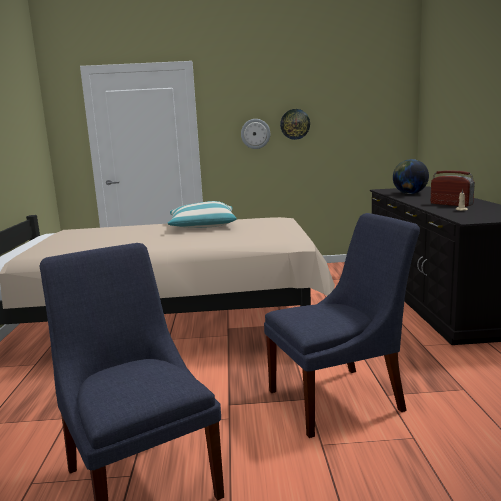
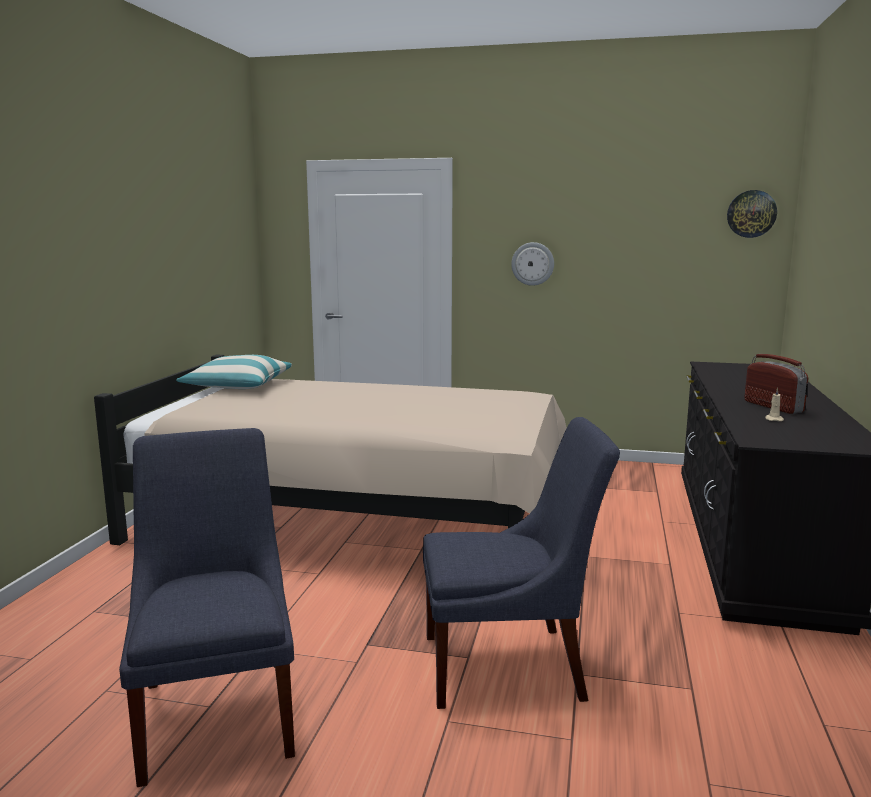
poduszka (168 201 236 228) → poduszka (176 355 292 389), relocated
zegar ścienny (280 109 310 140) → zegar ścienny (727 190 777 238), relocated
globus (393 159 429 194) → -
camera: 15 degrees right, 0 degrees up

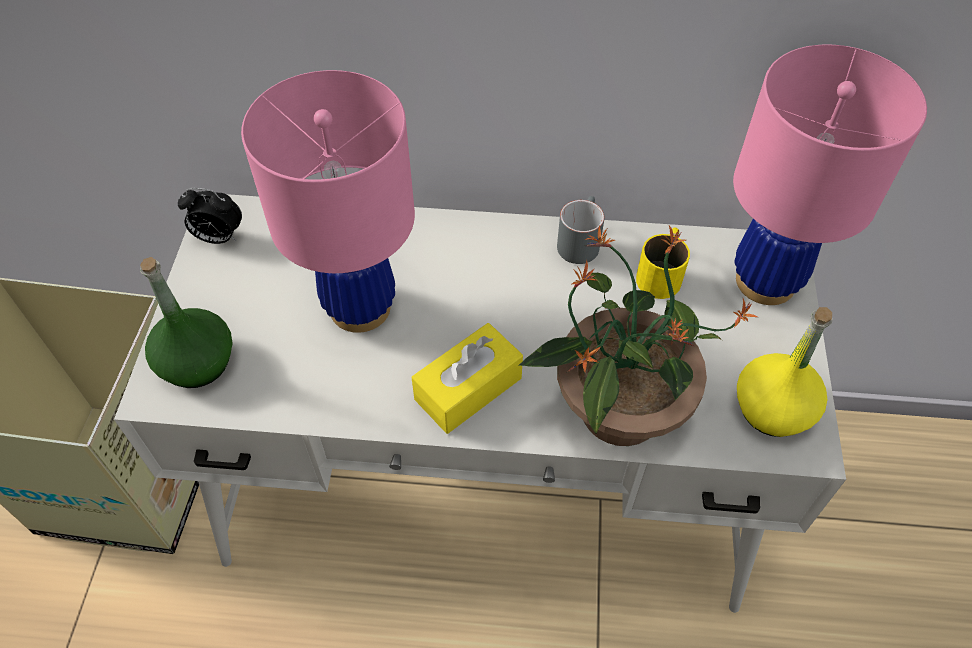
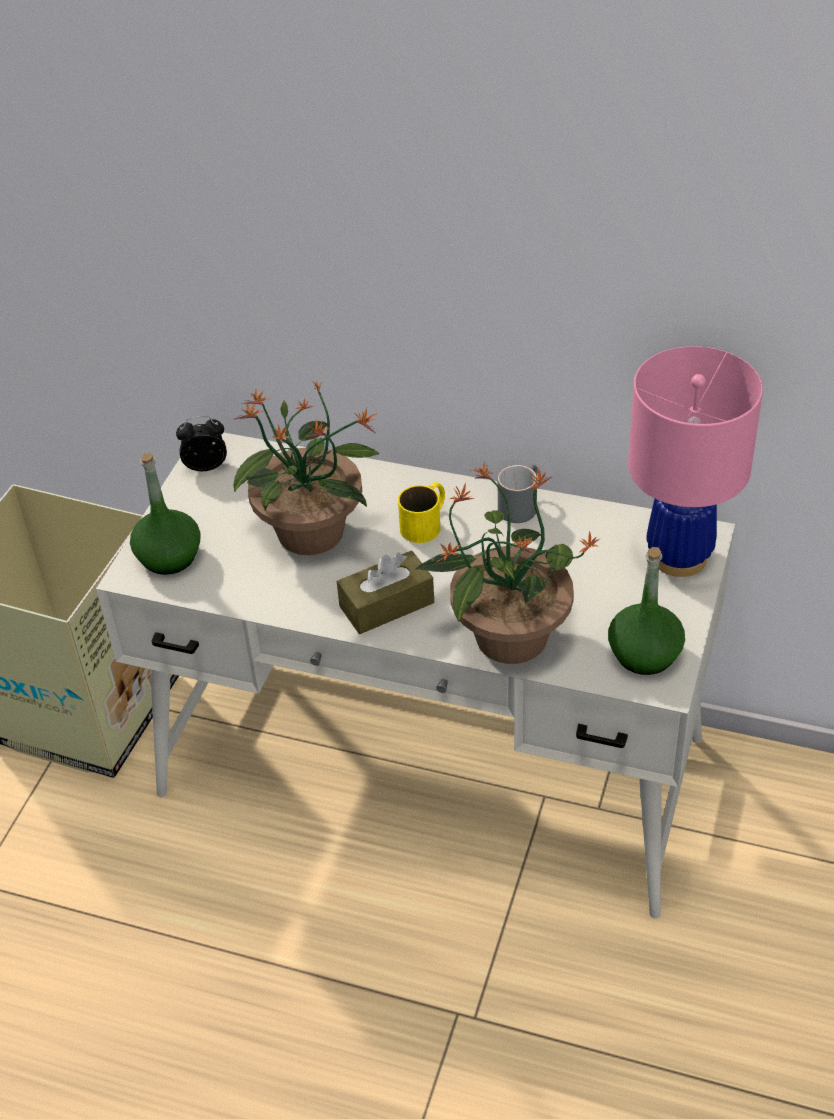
budzik (178 188 242 244) → budzik (176 416 227 471), 150 degrees clockwise
lampa stołowa/różowy (241 70 415 333) → roślina doniczkowa (233 381 380 555)
pudełko chusteczek/żółty (412 323 523 434) → pudełko chusteczek/brązowy (337 550 434 634)
kubek/żółty (636 228 690 299) → kubek/żółty (398 482 445 543), relocated
butelka/żółty (737 307 832 437) → butelka/zielony (608 547 685 675)
camera: 15 degrees right, 10 degrees down

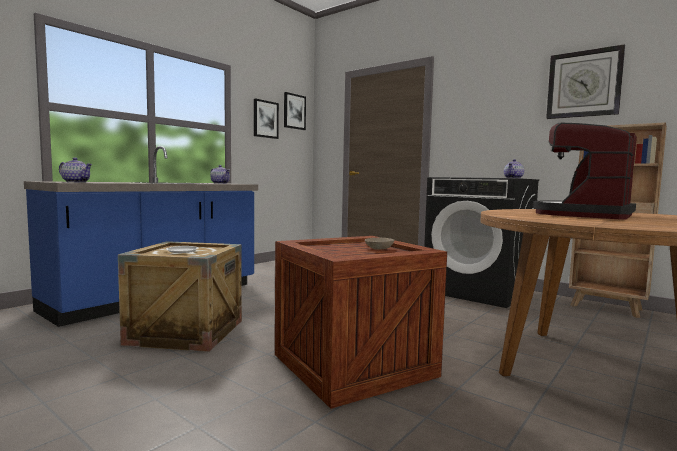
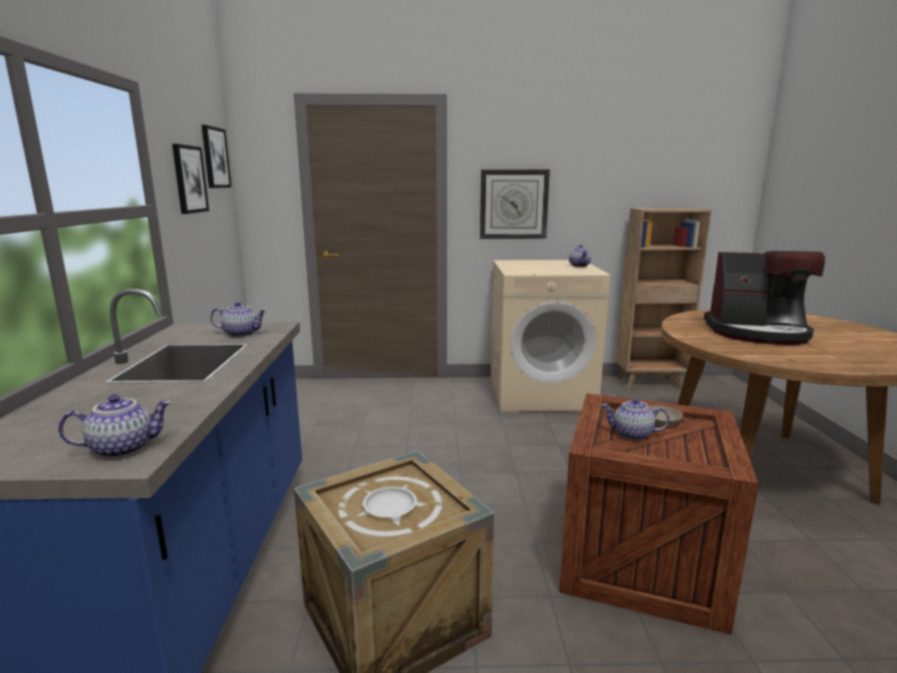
pralka/czarny (424 177 539 308) → pralka/beżowy (491 260 610 412)
ekspres do kawy (533 123 637 219) → ekspres do kawy (704 251 825 345), 75 degrees counterclockwise
zegar ścienny (546 44 625 119) → zegar ścienny (480 170 550 239), relocated
- → imbryk (601 398 670 440)
camera: 40 degrees left, 10 degrees up

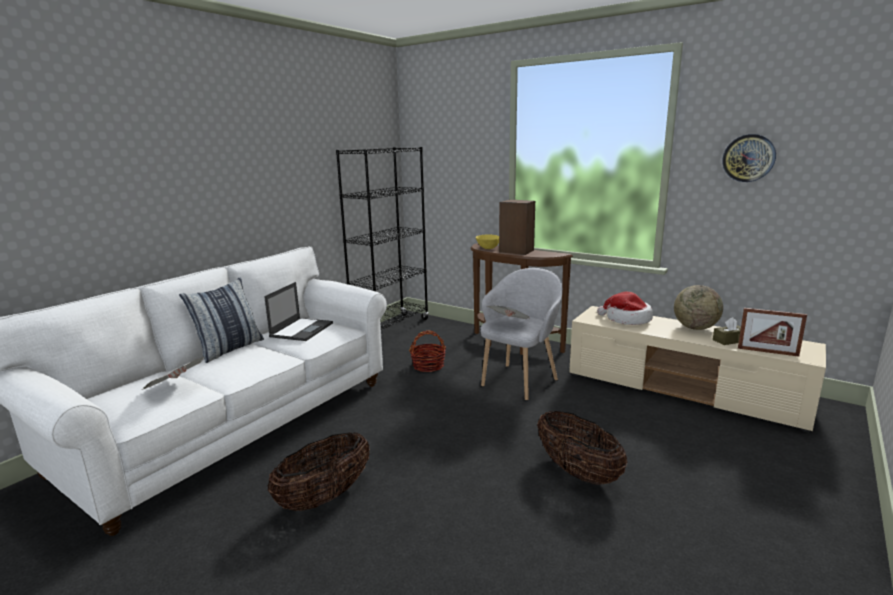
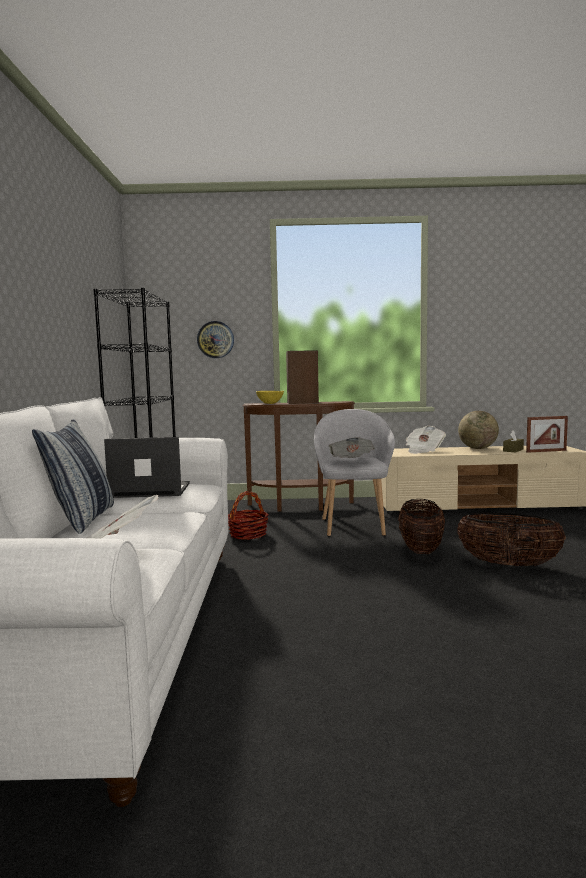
laptop (264 282 333 341) → laptop (104 437 190 498), 75 degrees counterclockwise
koszyk (268 432 370 511) → koszyk (398 499 445 554), relocated
kapelusz (597 292 653 325) → gazeta (406 426 446 454)
zegar ścienny (722 134 776 182) → zegar ścienny (197 321 234 358), relocated
camera: 35 degrees left, 10 degrees down

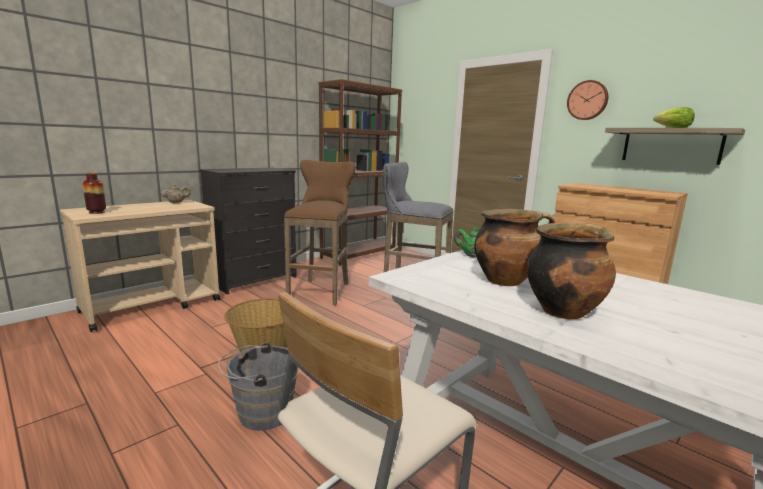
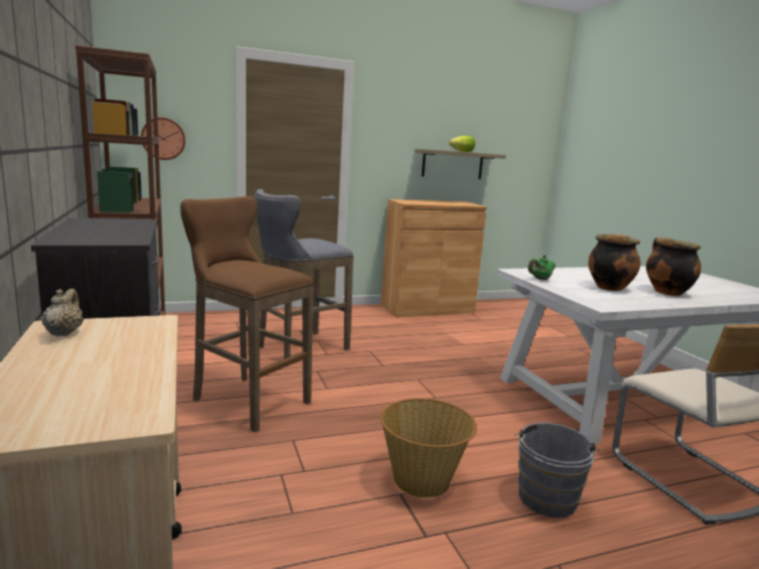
wazon (83 173 106 214) → -
zegar ścienny (567 80 608 120) → zegar ścienny (141 117 185 160), relocated
camera: 65 degrees left, 0 degrees up

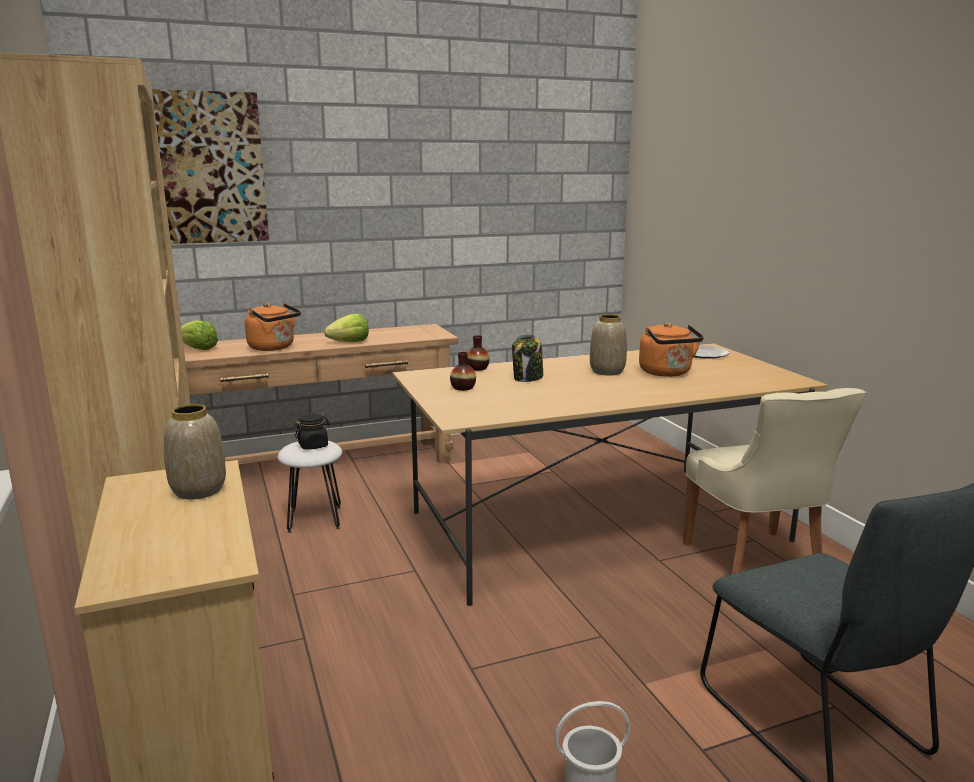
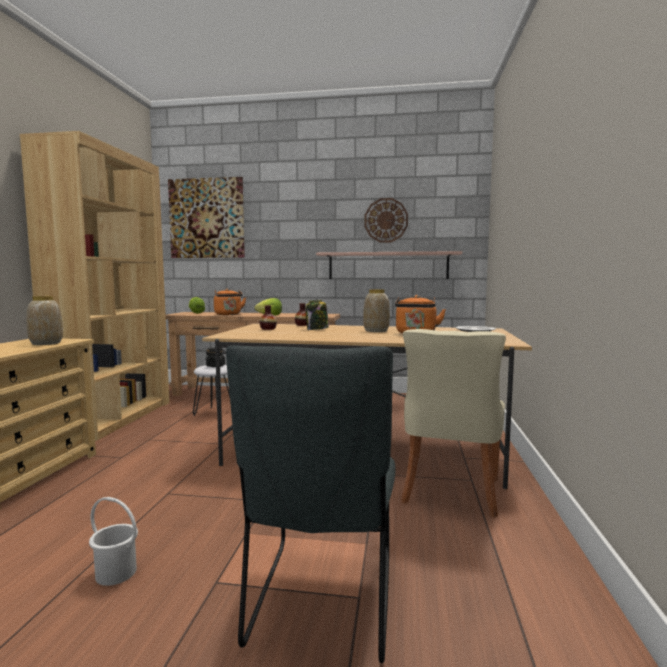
- → półka (316 251 462 279)
- → zegar ścienny (364 198 408 243)
camera: 30 degrees right, 10 degrees down

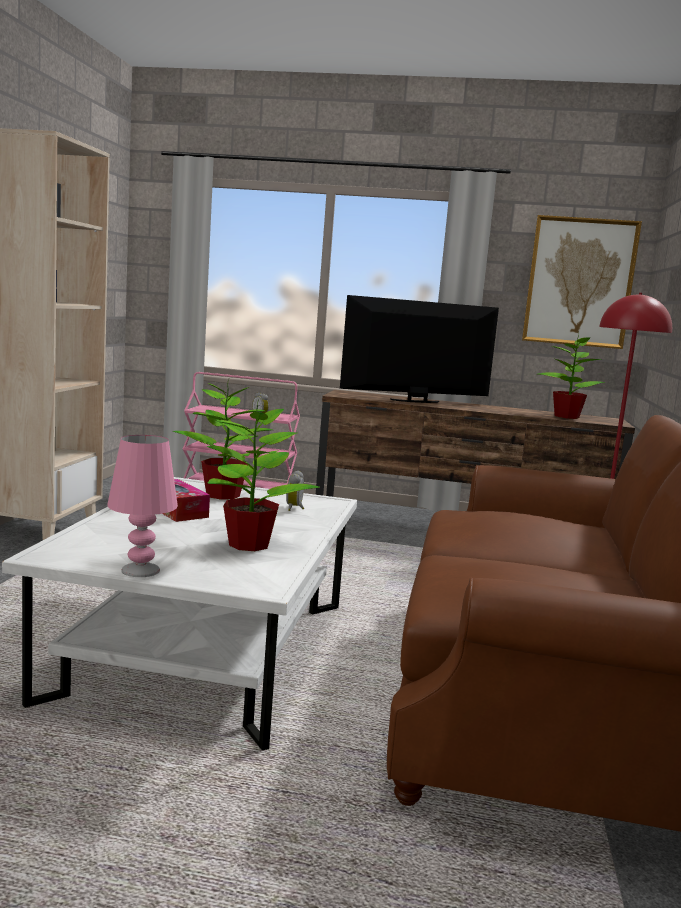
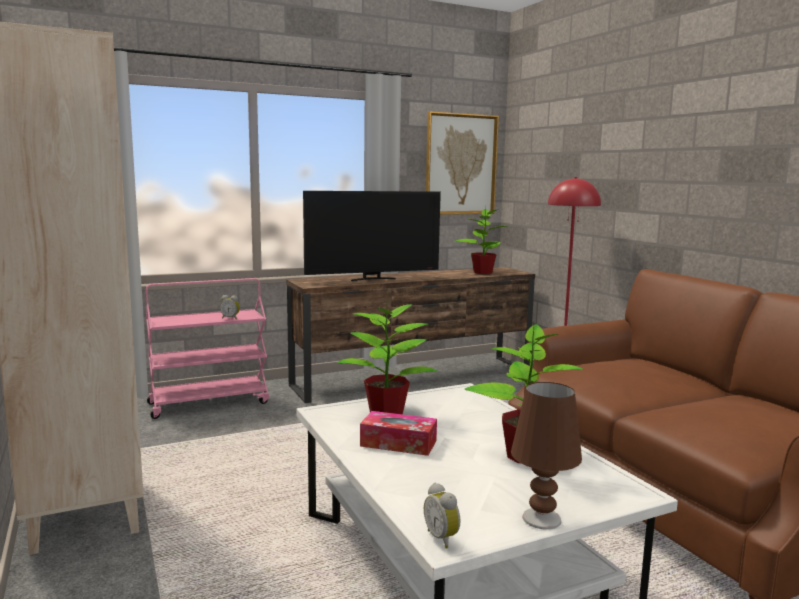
lampa stołowa/różowy (107 435 178 577) → lampa stołowa/brązowy (511 382 582 530)
budzik (286 471 304 511) → budzik (424 483 460 548), relocated
telewizor (340 295 499 403) → telewizor (303 191 441 281), 150 degrees counterclockwise
camera: 35 degrees left, 0 degrees up

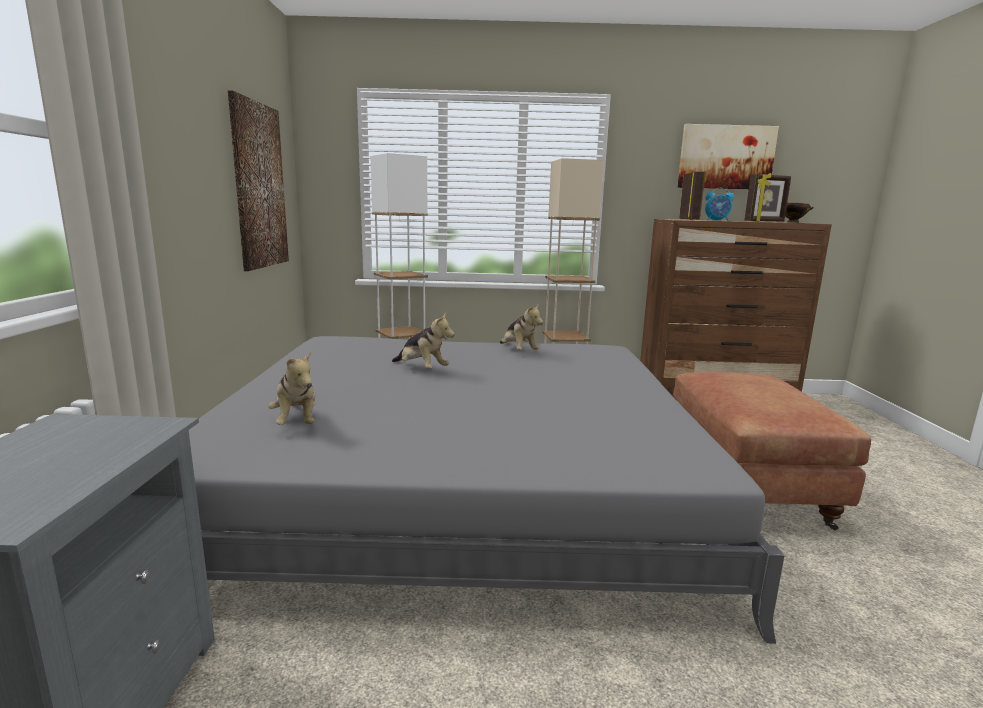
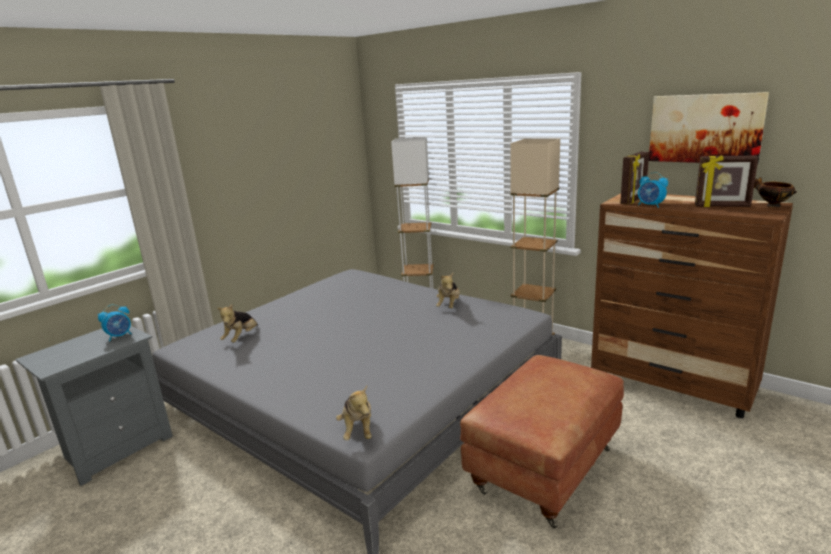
obraz (228 90 289 271) → -
pluszak (392 312 455 368) → pluszak (336 386 372 441), relocated
- → budzik (98 305 132 342)
camera: 40 degrees right, 5 degrees up

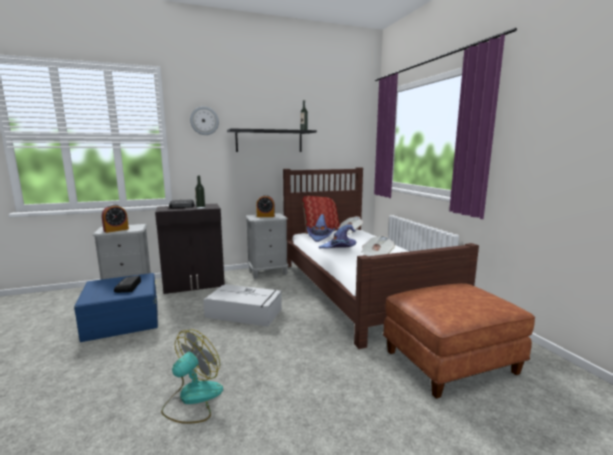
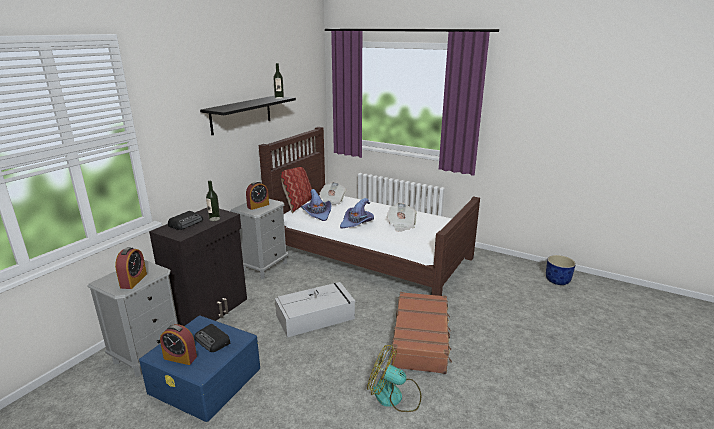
wentylator (161 329 223 424) → wentylator (367 345 421 412), 60 degrees counterclockwise
zegar ścienny (190 106 219 135) → -
pufa/brązowy (383 283 535 399) → -
- → budzik (160 324 197 365)
- → walizka/brązowy (391 292 452 374)
- → donica/niebieski (546 255 576 285)
camera: 40 degrees left, 10 degrees up

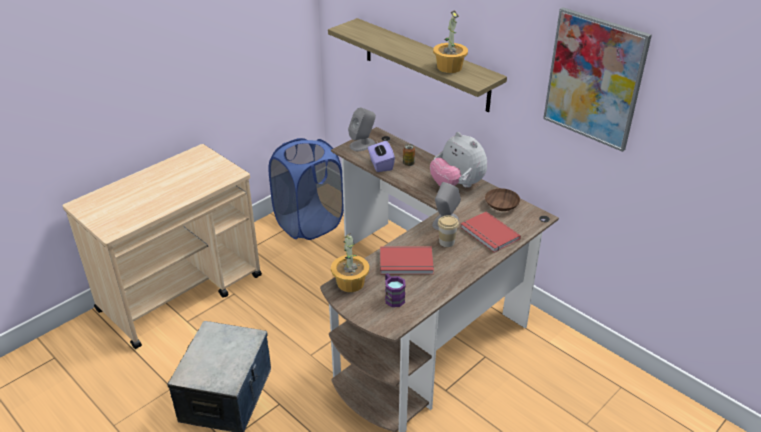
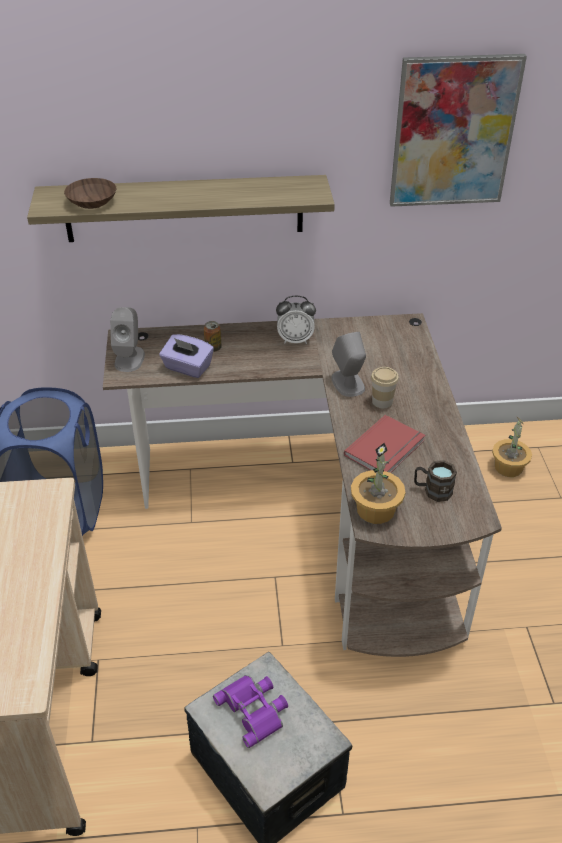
kubek/fioletowy (385 274 406 307) → kubek/brązowy (414 460 457 502)
pluszak (430 132 487 188) → budzik (276 296 316 344)
roślina doniczkowa (433 10 468 73) → roślina doniczkowa (492 416 532 477), relocated
książka/czerwony (460 212 521 253) → -
miska/brązowy (485 188 520 211) → miska/brązowy (64 178 117 209), relocated
- → lornetka/fioletowy (213 675 288 748)
camera: 50 degrees left, 5 degrees up

